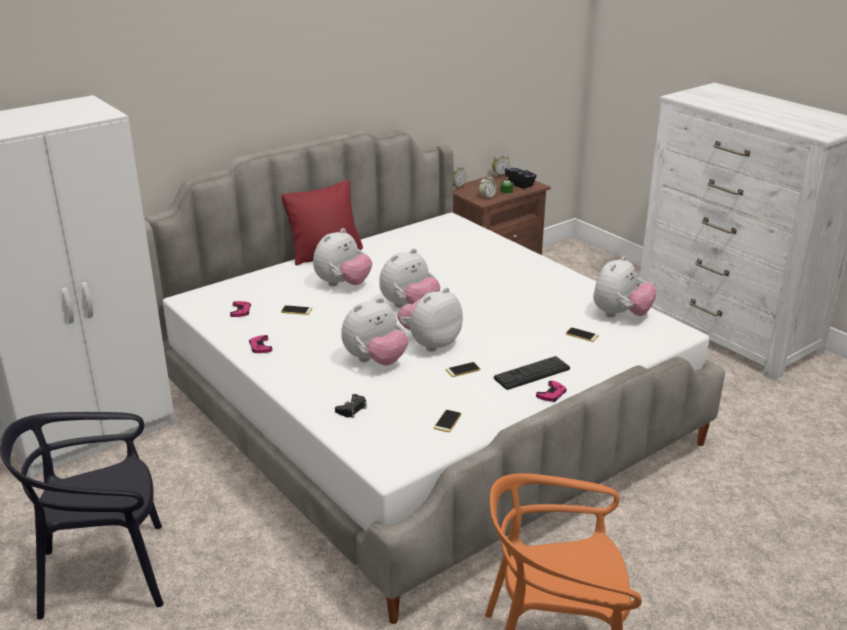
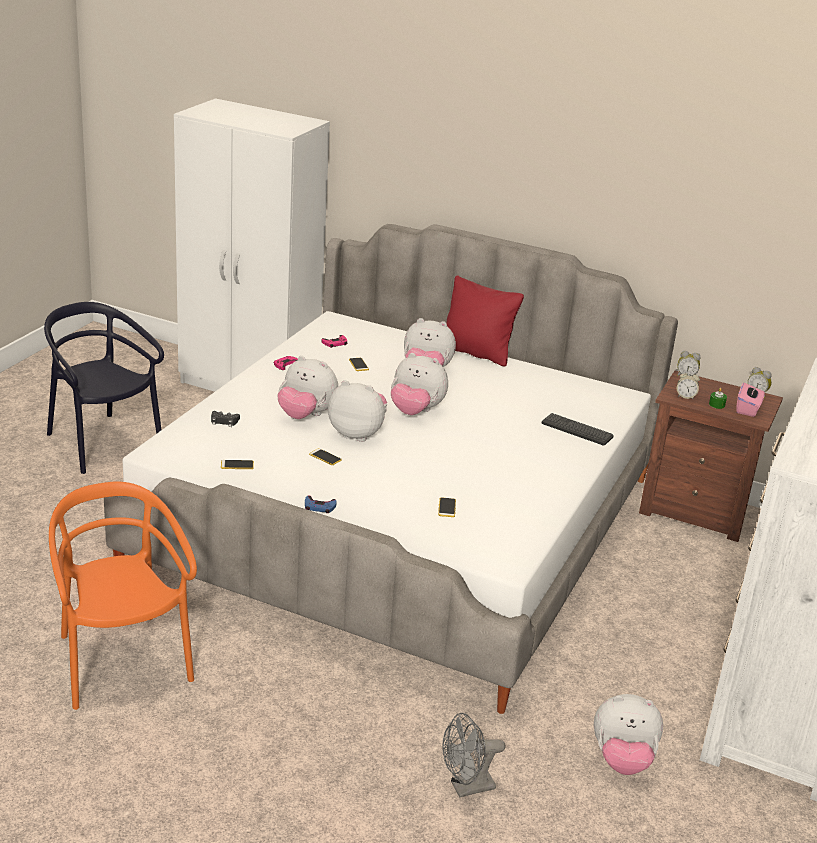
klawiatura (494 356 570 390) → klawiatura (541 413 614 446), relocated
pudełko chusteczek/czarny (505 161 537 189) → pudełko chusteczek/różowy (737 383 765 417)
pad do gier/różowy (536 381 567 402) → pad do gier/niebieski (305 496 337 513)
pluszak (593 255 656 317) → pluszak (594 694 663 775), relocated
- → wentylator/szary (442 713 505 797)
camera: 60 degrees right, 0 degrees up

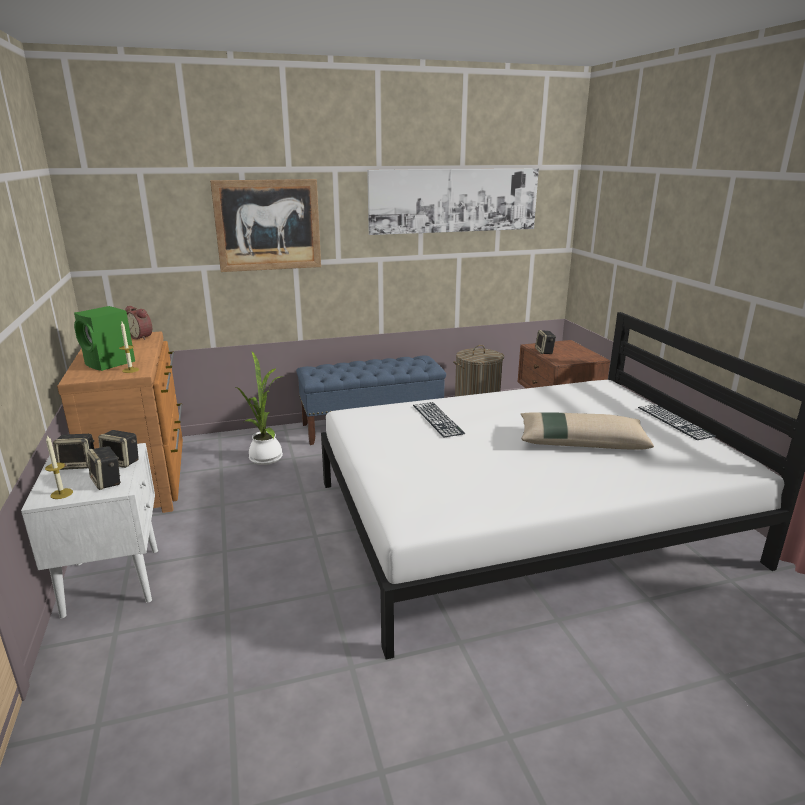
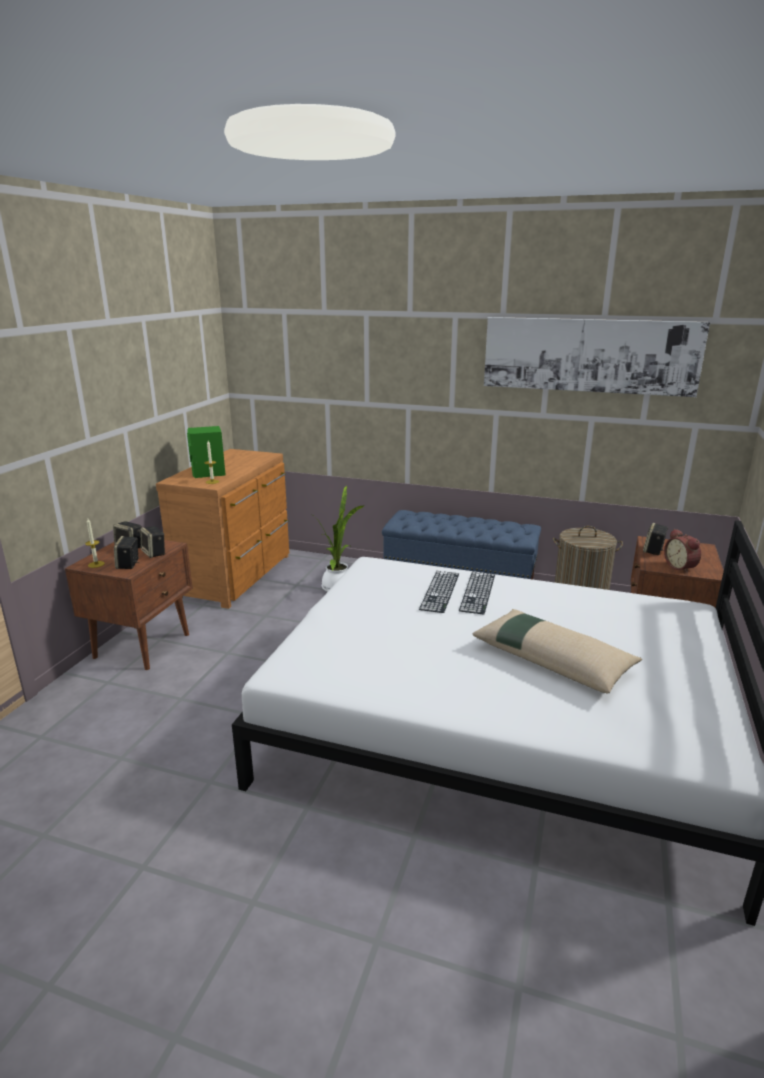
szafka nocna/biały (21 443 158 618) → szafka nocna/brązowy (65 540 193 670)
budzik (125 306 152 340) → budzik (664 529 701 574), relocated
obraz (210 179 321 272) → -
klawiatura (638 404 716 440) → klawiatura (459 572 495 614), relocated
camera: 35 degrees right, 0 degrees up

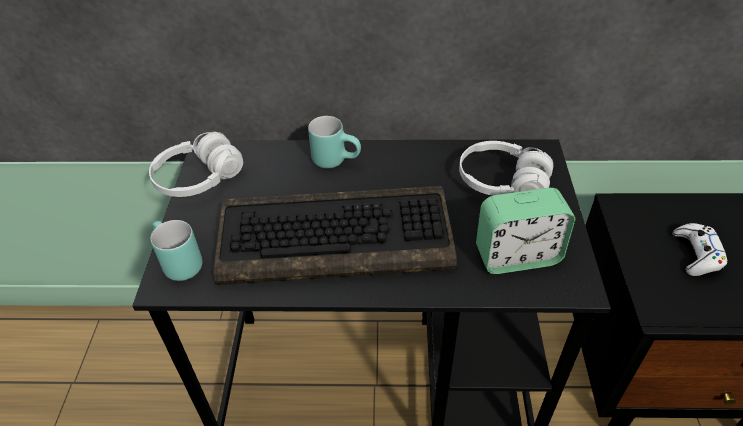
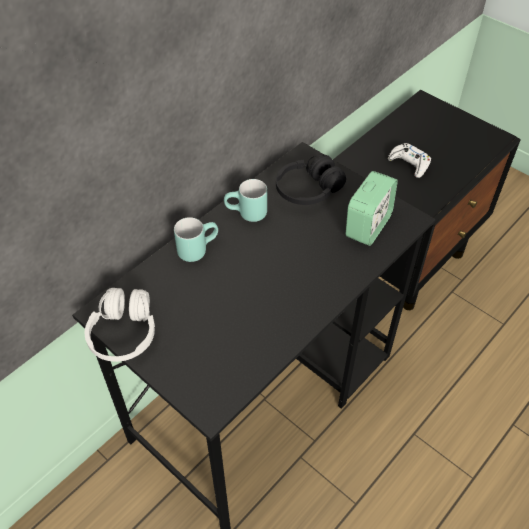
kubek/turkusowy (150 220 203 281) → kubek/turkusowy (224 179 267 222), relocated
klawiatura (213 186 457 285) → -
słuchawki/biały (459 141 553 196) → słuchawki/czarny (276 155 346 205)
camera: 50 degrees left, 5 degrees up

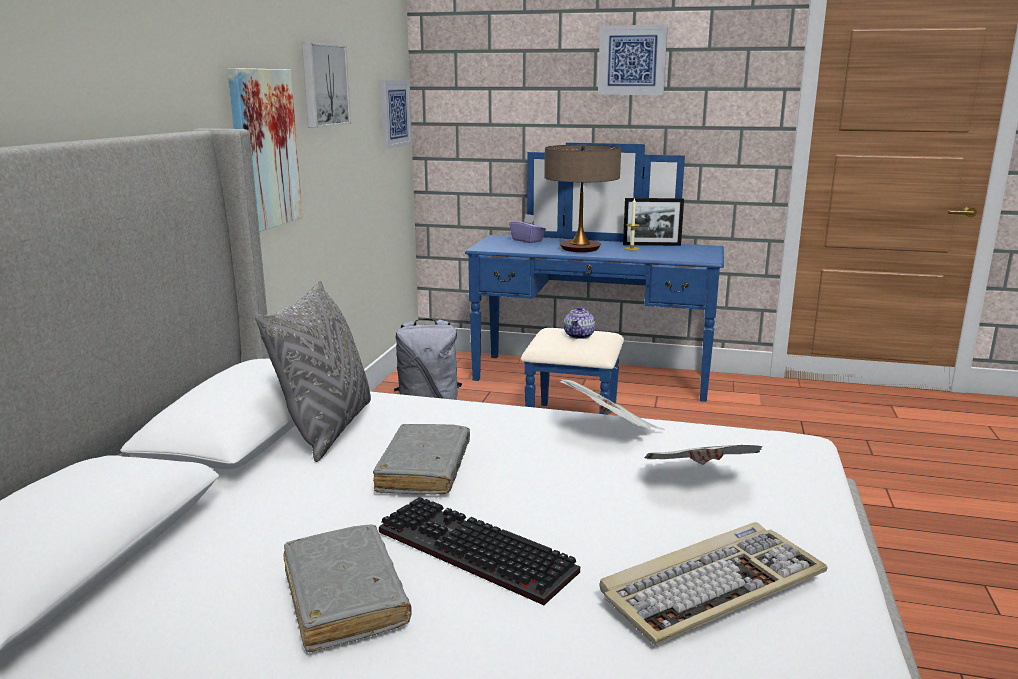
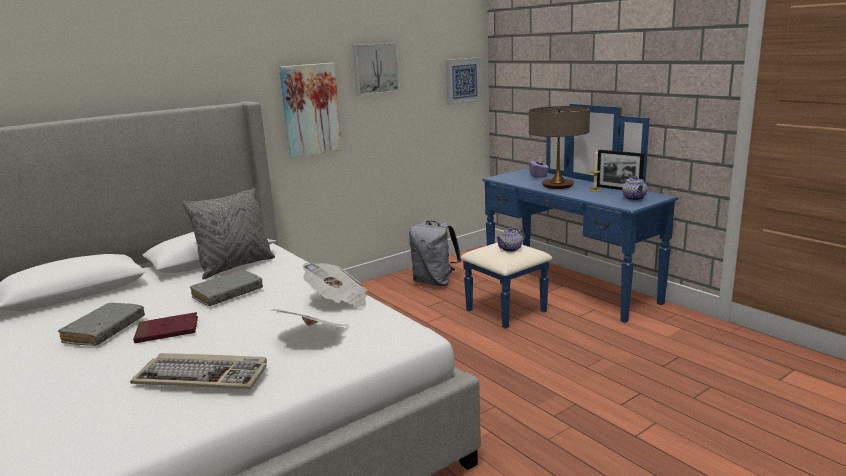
klawiatura (379 497 580 605) → książka/czerwony (133 312 198 343)
obraz (598 25 668 95) → -
- → imbryk (622 176 647 201)
camera: 40 degrees right, 0 degrees up

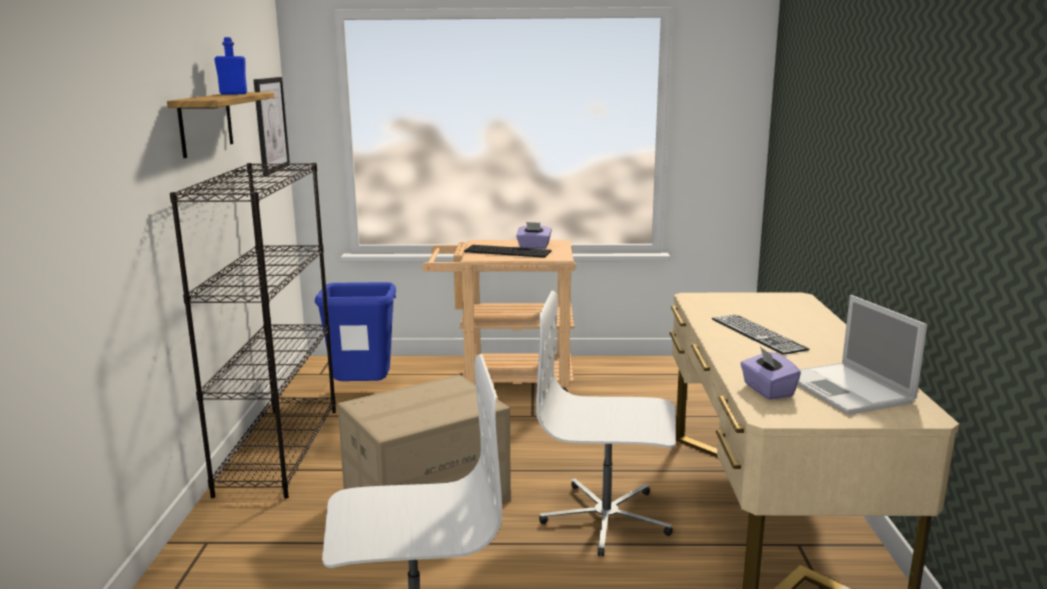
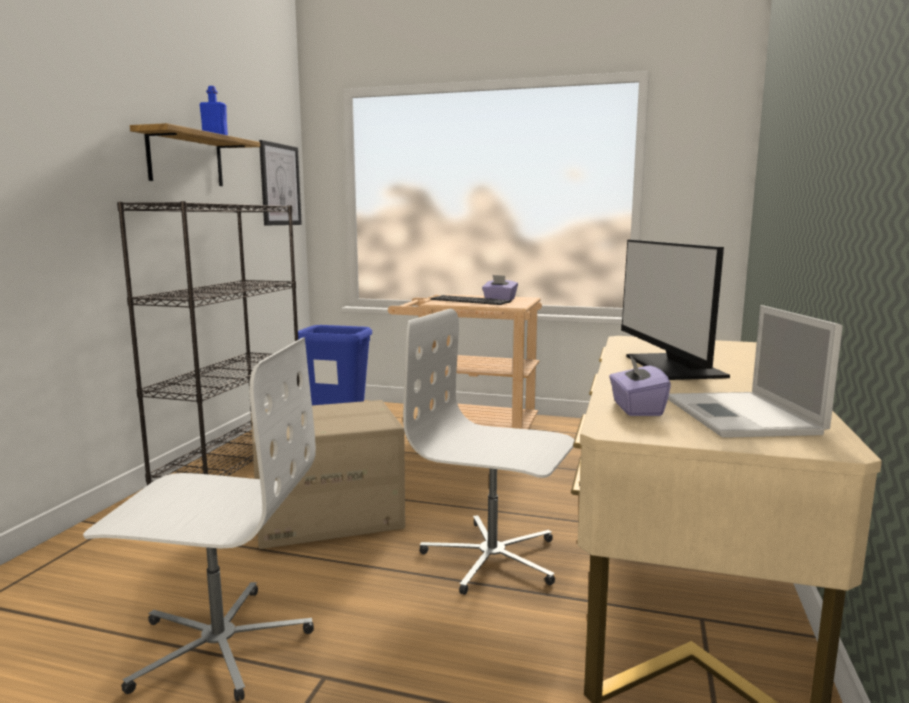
klawiatura (712 314 809 355) → monitor (621 240 730 380)
camera: 15 degrees right, 5 degrees down

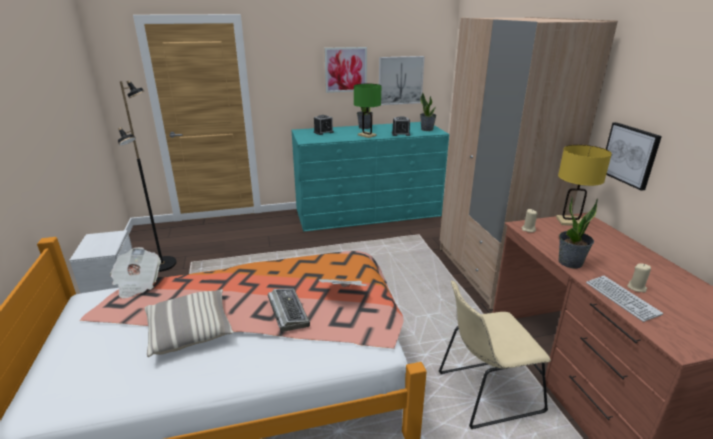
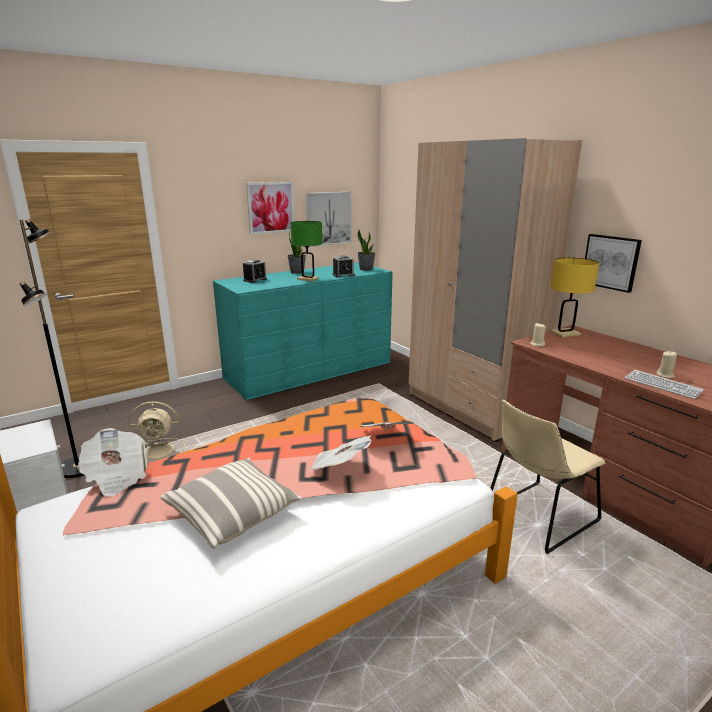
klawiatura (268 289 310 332) → gazeta (308 435 372 471)
roślina doniczkowa (558 197 598 268) → -
- → wentylator/beżowy (128 401 185 459)
camera: 20 degrees left, 5 degrees down

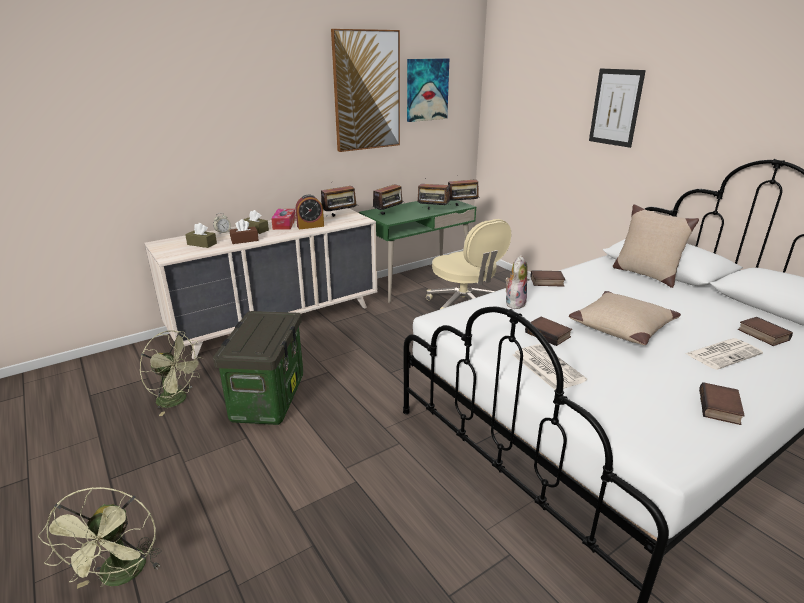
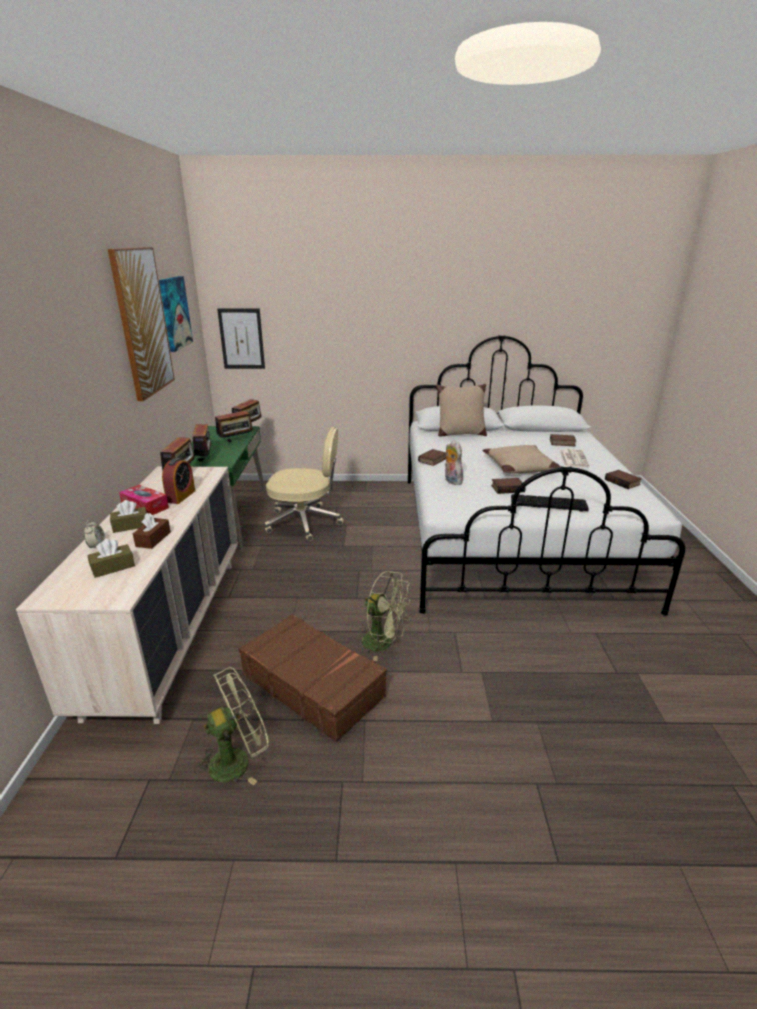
wentylator/zielony (38 487 162 589) → wentylator/zielony (359 571 412 661), relocated
pojemnik do przechowywania (213 311 303 425) → walizka/brązowy (239 614 387 742)
gazeta (513 344 587 390) → klawiatura (511 494 589 512)
obraz (589 68 646 148) → obraz (217 308 265 369), relocated
camera: 55 degrees left, 0 degrees up

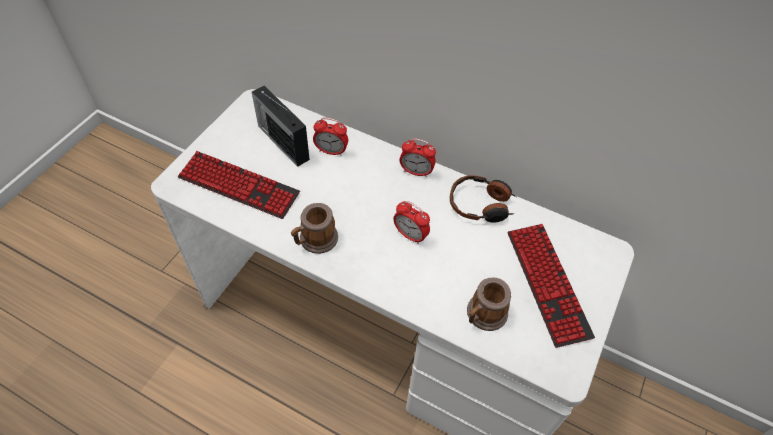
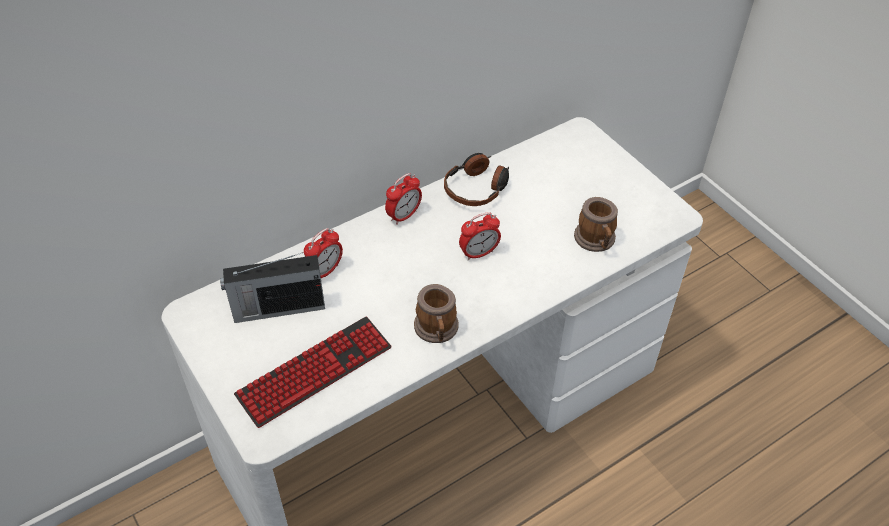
klawiatura (507 224 595 348) → -
camera: 60 degrees left, 5 degrees down

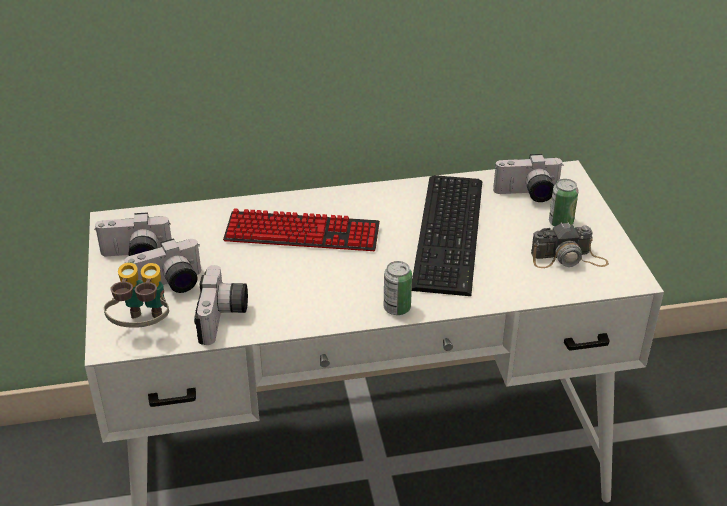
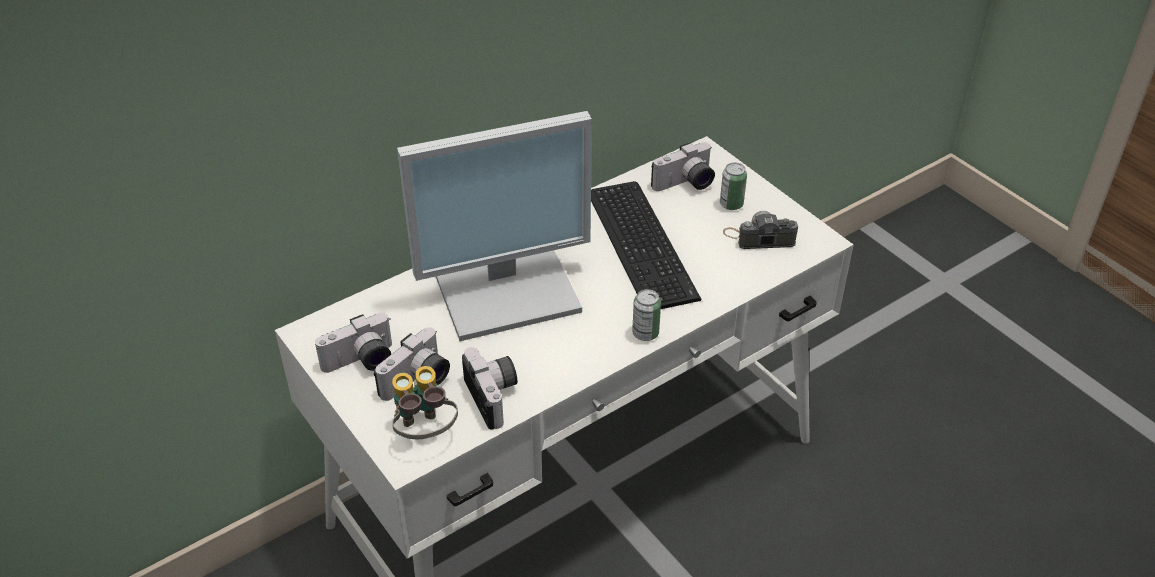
klawiatura (223 209 380 251) → monitor (397 111 592 341)
aparat fotograficzny (531 222 609 268) → aparat fotograficzny (723 211 798 249), 150 degrees counterclockwise
camera: 25 degrees left, 5 degrees up

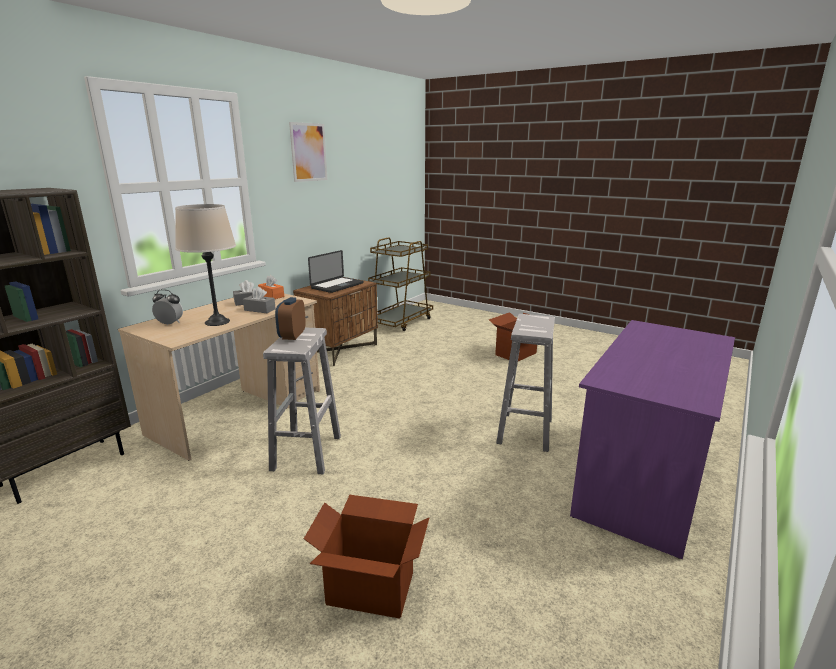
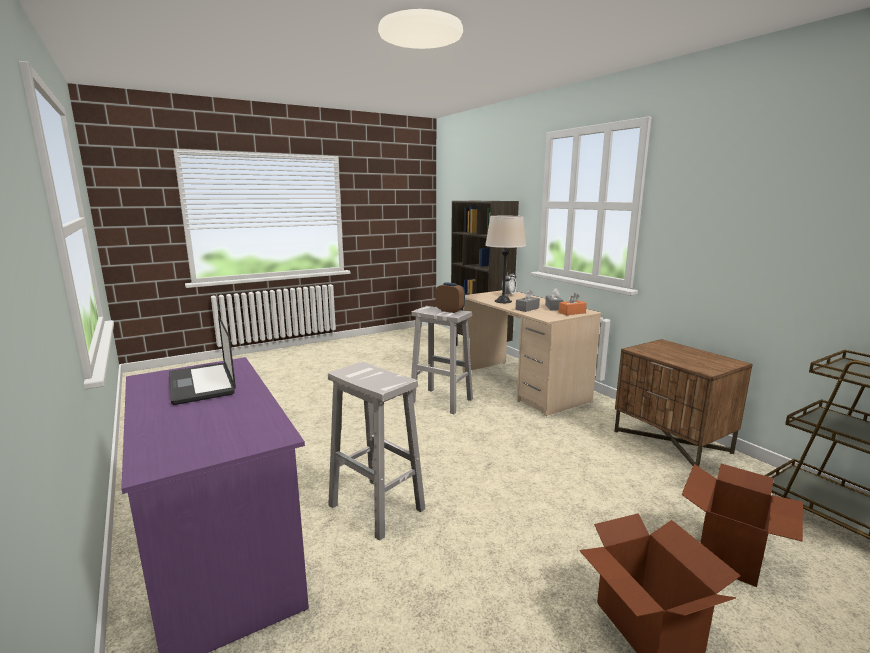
obraz (289 122 327 182) → -
karton (304 495 429 619) → karton (681 464 803 587), relocated
laptop (308 250 364 293) → laptop (169 316 236 405), relocated
camera: 115 degrees right, 5 degrees down

